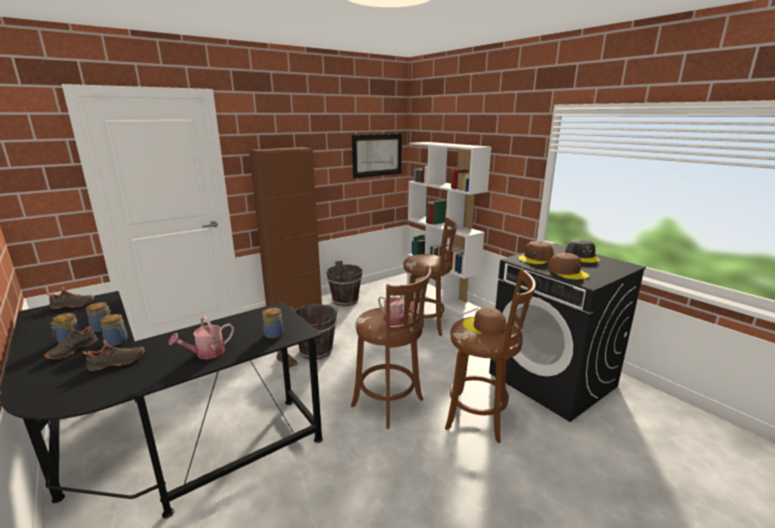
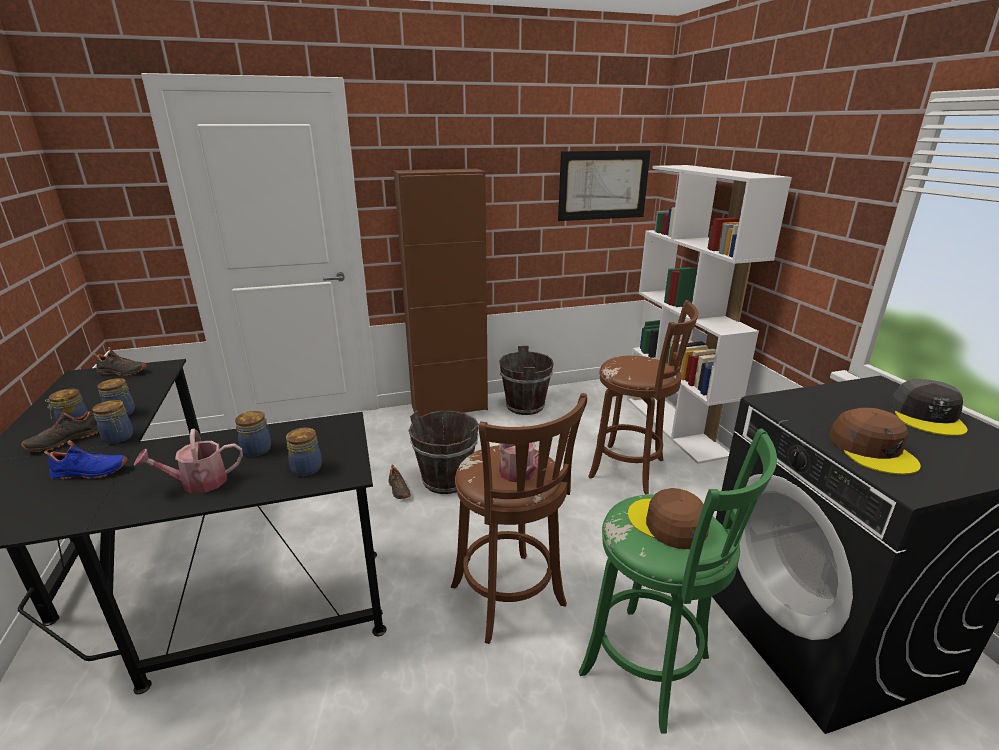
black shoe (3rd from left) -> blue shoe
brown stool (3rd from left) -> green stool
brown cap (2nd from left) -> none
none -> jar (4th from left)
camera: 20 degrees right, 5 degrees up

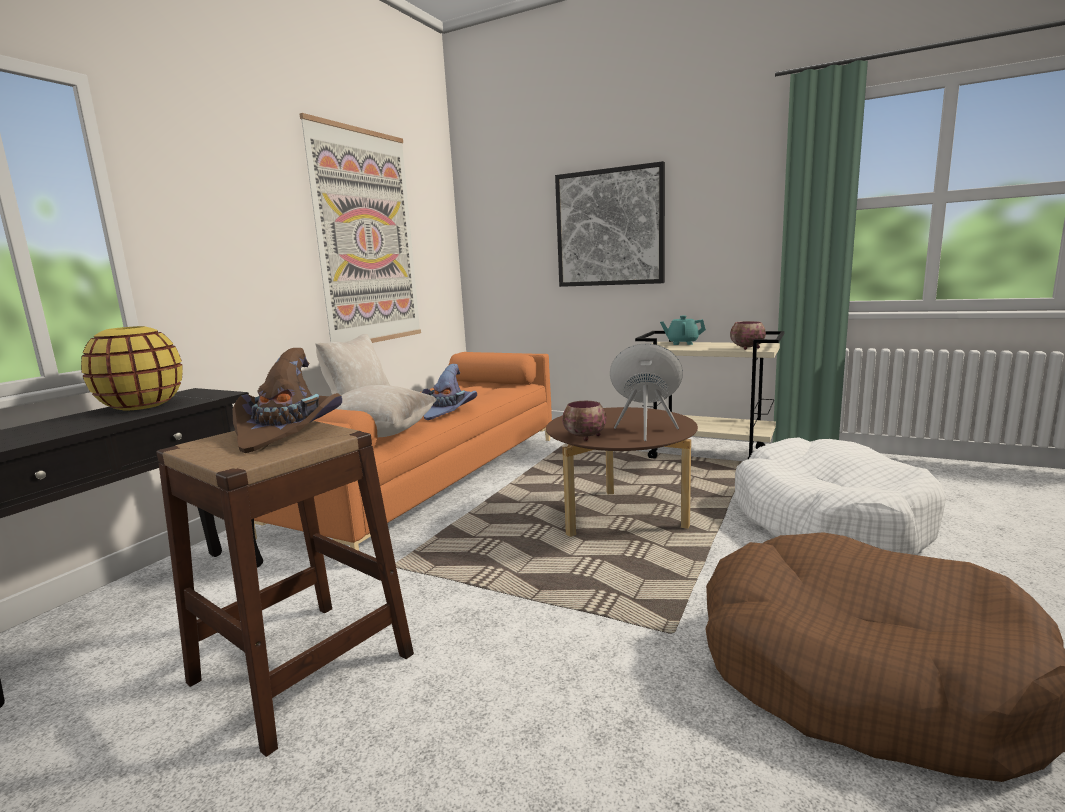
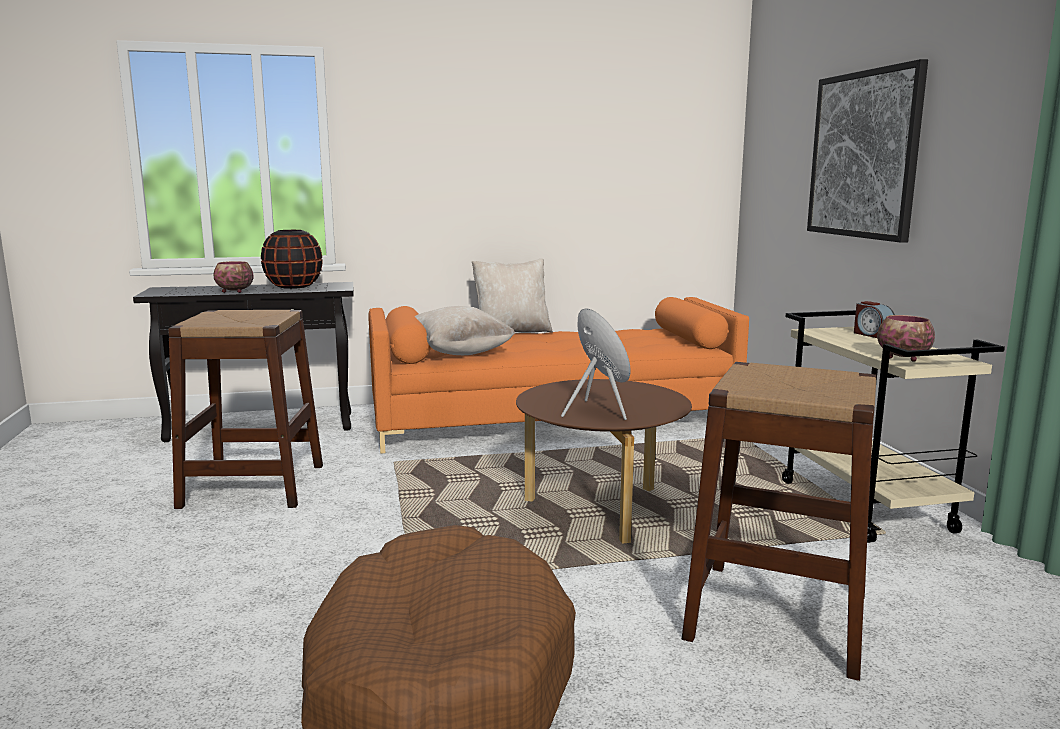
yellow vase -> black vase
brown hat -> none
picture (1st from left) -> none
purple hat -> none
bowl (1st from left), move
turquoise teapot -> alarm clock
white dog bed -> brown stool (2nd from left)
camera: 50 degrees right, 0 degrees up

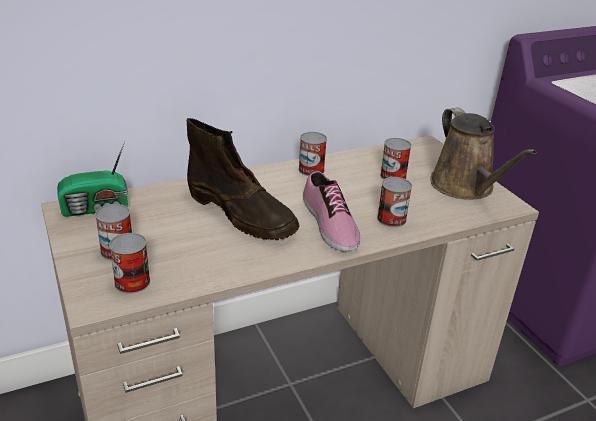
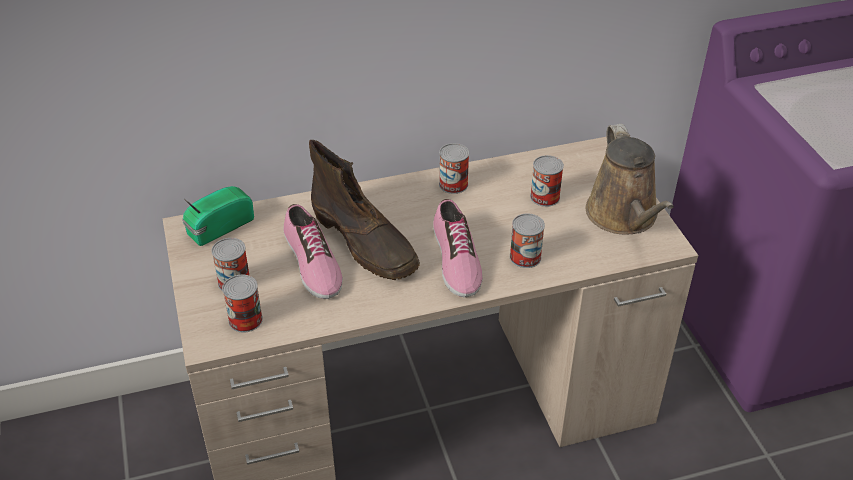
radio, 150 degrees clockwise
none -> shoe (1st from left)
camera: 10 degrees right, 10 degrees up

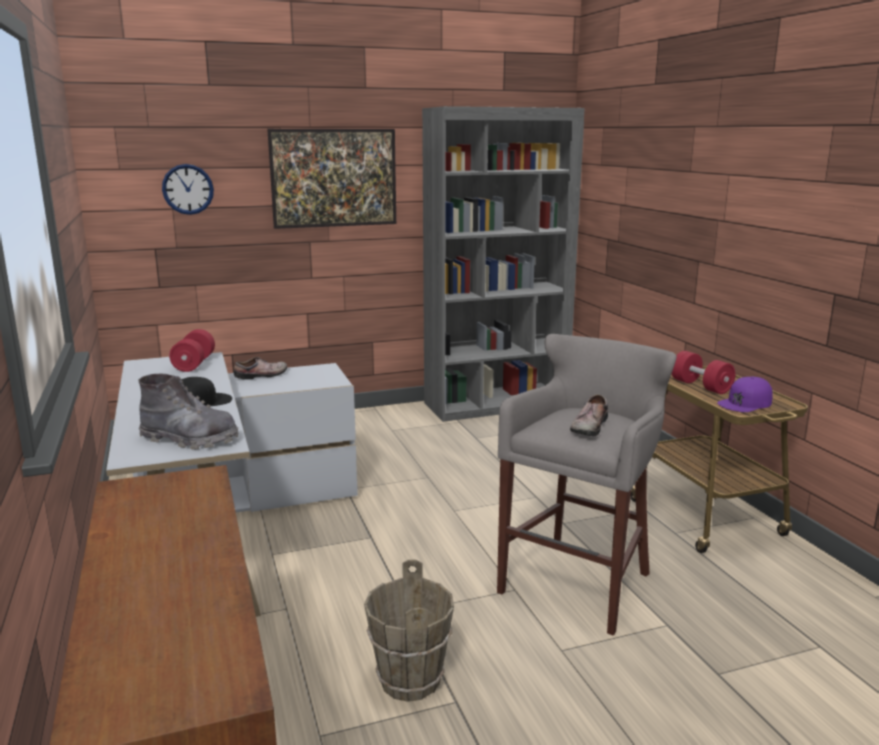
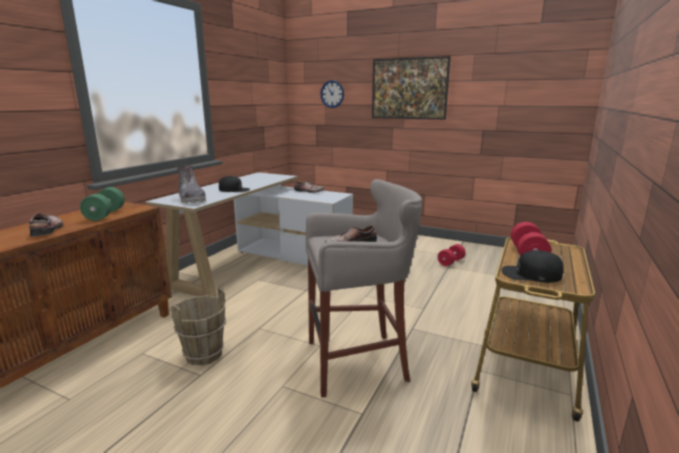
red dumbbell (1st from left), move
grey bookcase -> none
purple cap -> black cap (2nd from left)
none -> shoe (1st from left)
none -> green dumbbell
camera: 45 degrees right, 0 degrees up

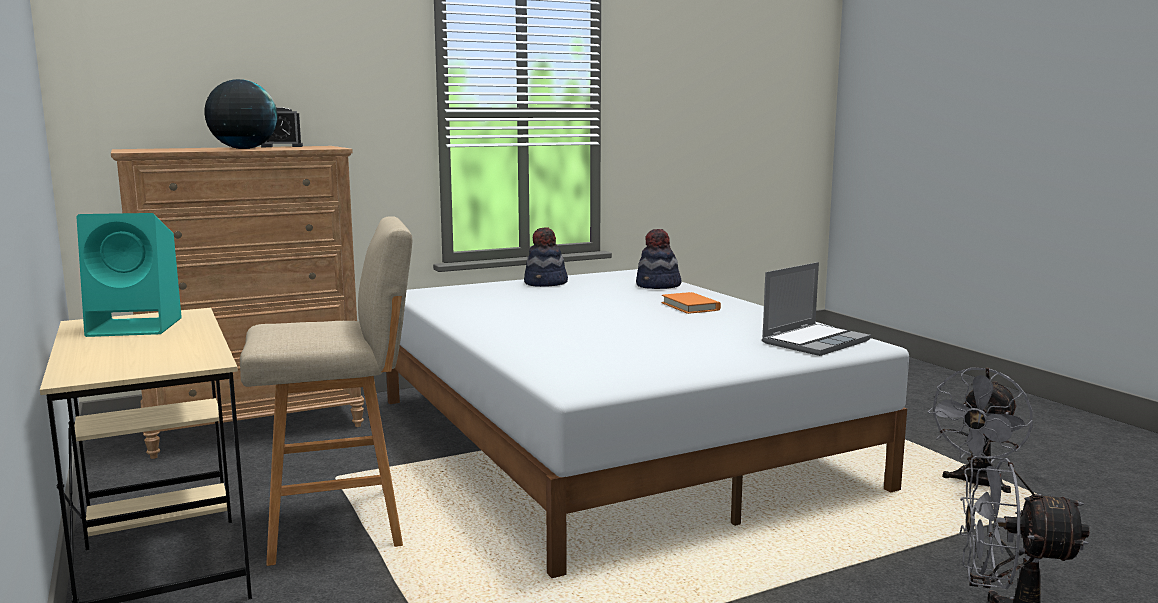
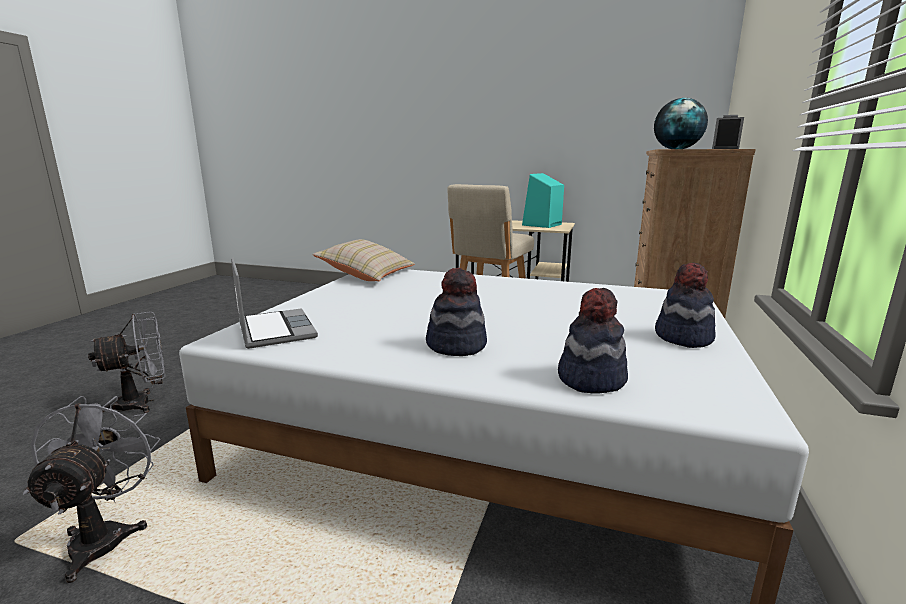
orange book -> hat (1st from left)
laptop, 150 degrees clockwise
none -> beige pillow
camera: 135 degrees right, 5 degrees up

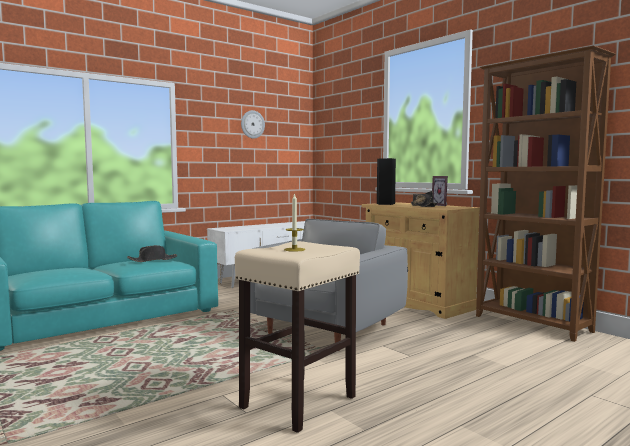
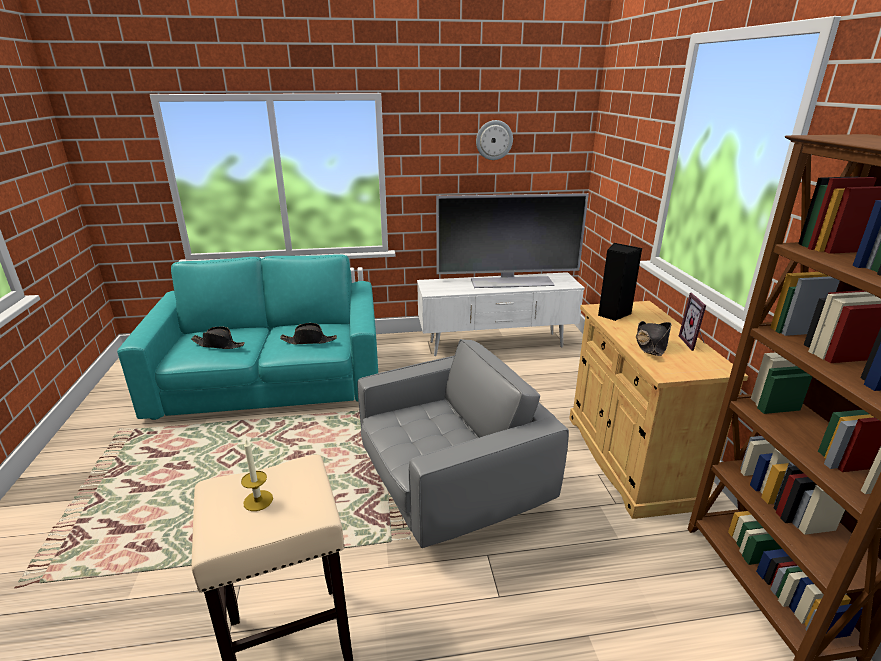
none -> black hat (1st from left)
none -> television
camera: 30 degrees right, 20 degrees up

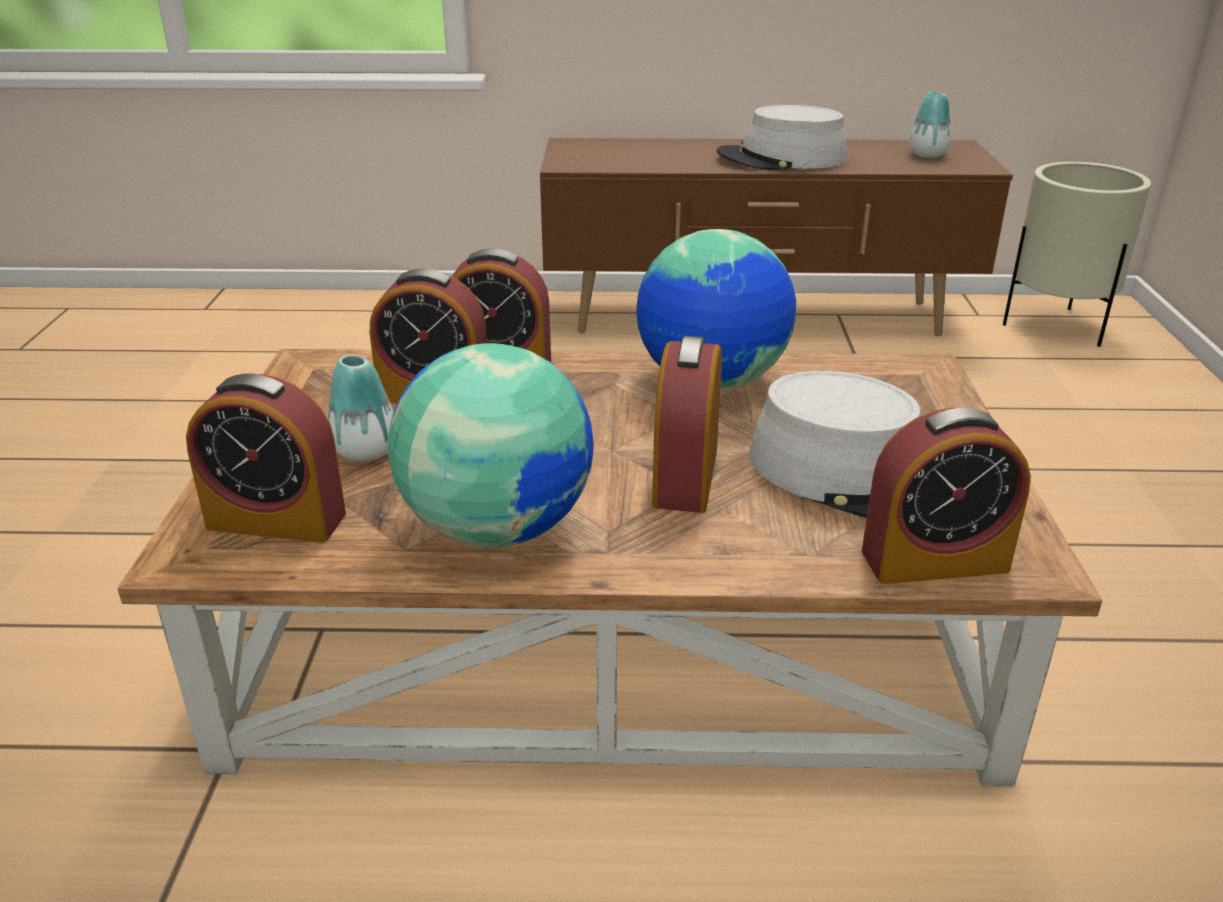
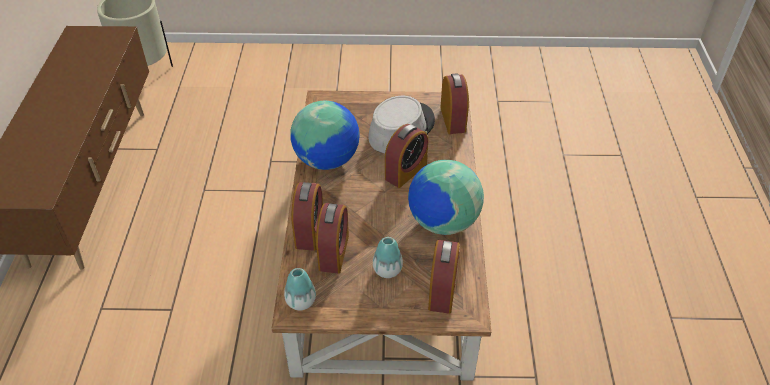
alarm clock (4th from left in the first image) -> alarm clock (3rd from left), 60 degrees counterclockwise
grey hat (1st from left) -> none
vase (2nd from left in the first image) -> vase (1st from left), move
camera: 90 degrees left, 15 degrees up

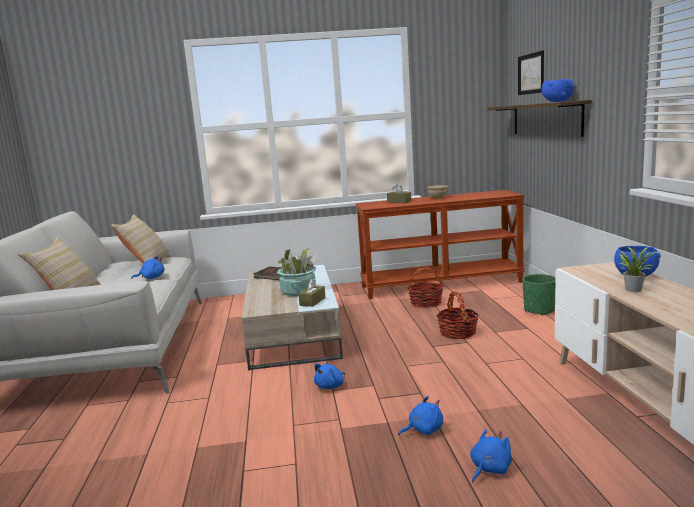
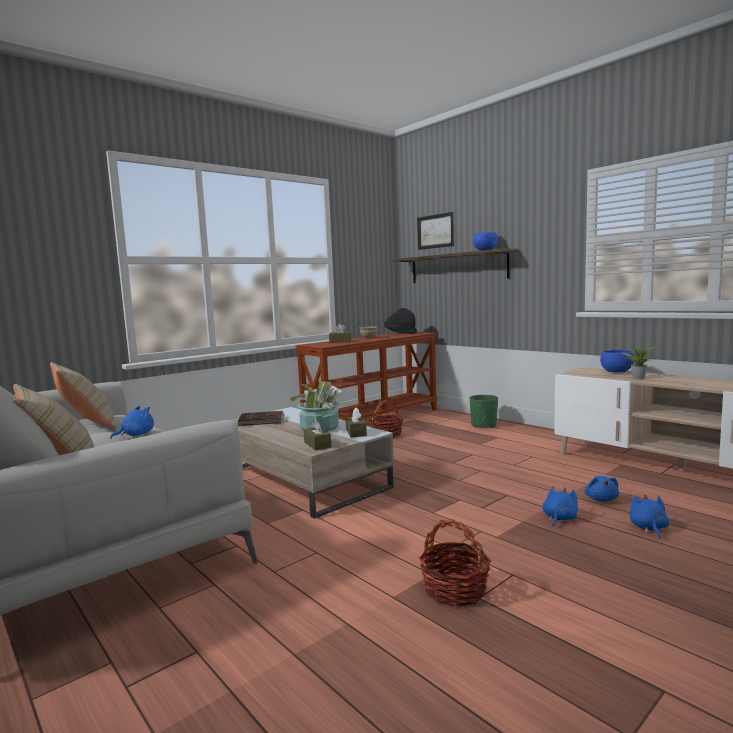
blue plush toy (2nd from left in the first image) -> blue plush toy (3rd from left), move
basket (2nd from left), move
none -> brown tissue box (1st from left)
none -> black hat
camera: 35 degrees left, 5 degrees down

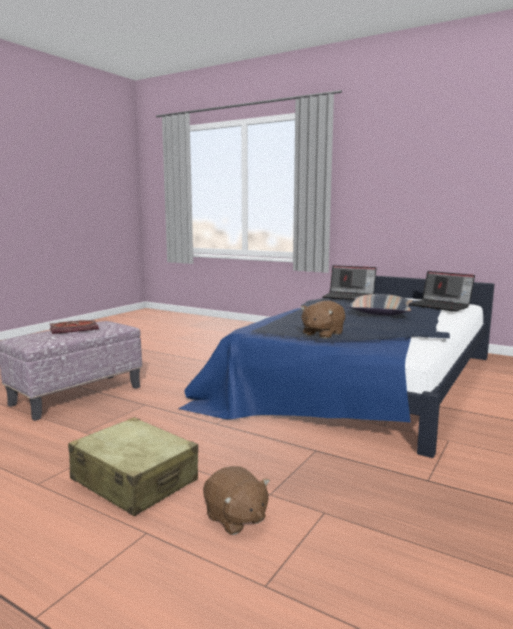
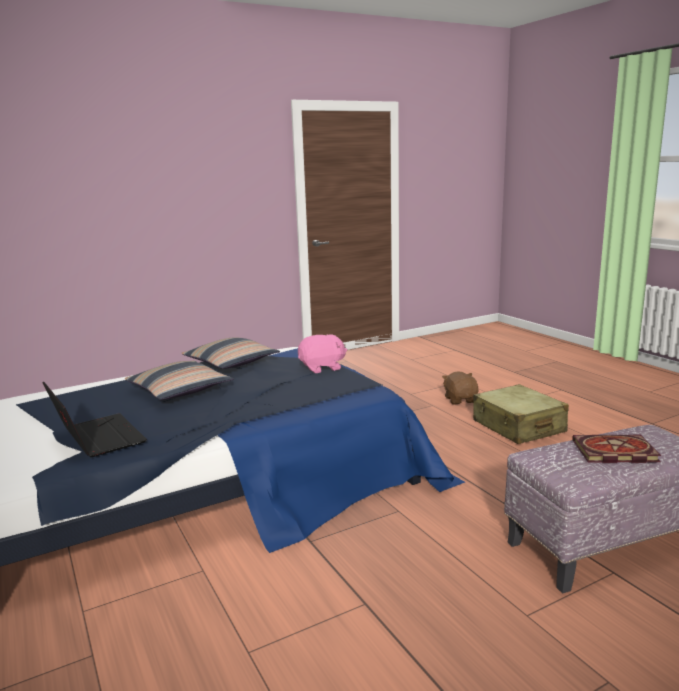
brown plush toy (2nd from left) -> pink plush toy
laptop (2nd from left) -> none
none -> pillow (2nd from left)
camera: 150 degrees left, 5 degrees up

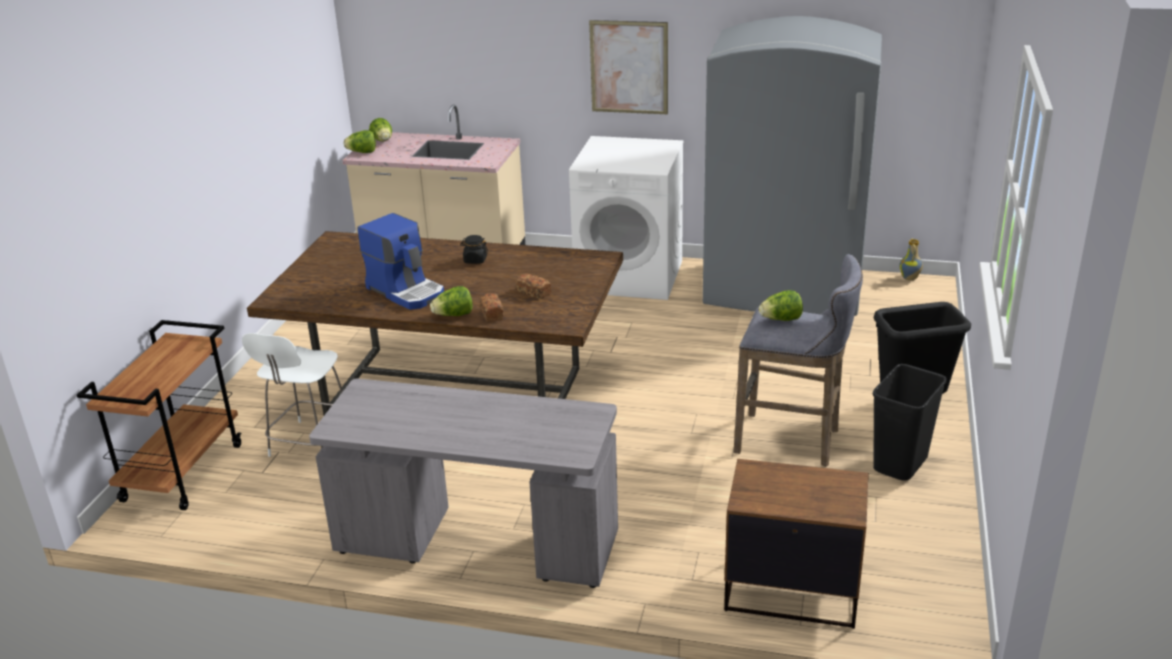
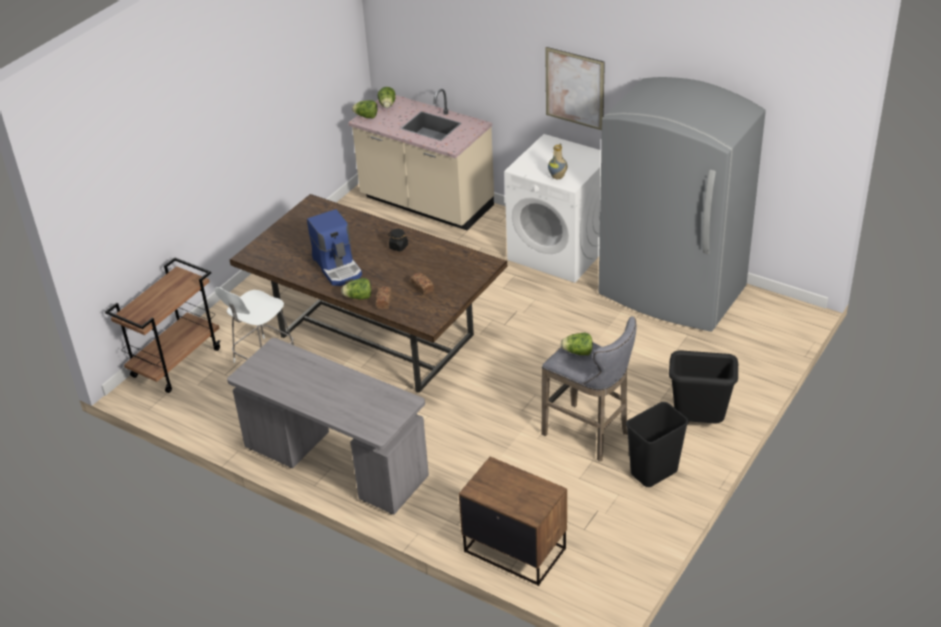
vase, move
camera: 20 degrees right, 10 degrees up

